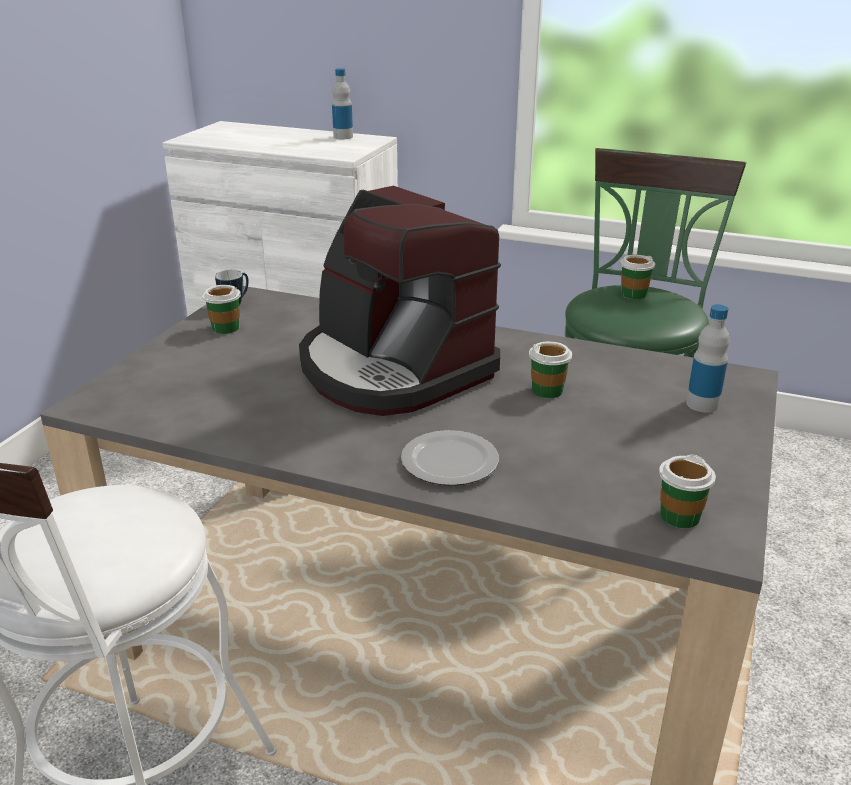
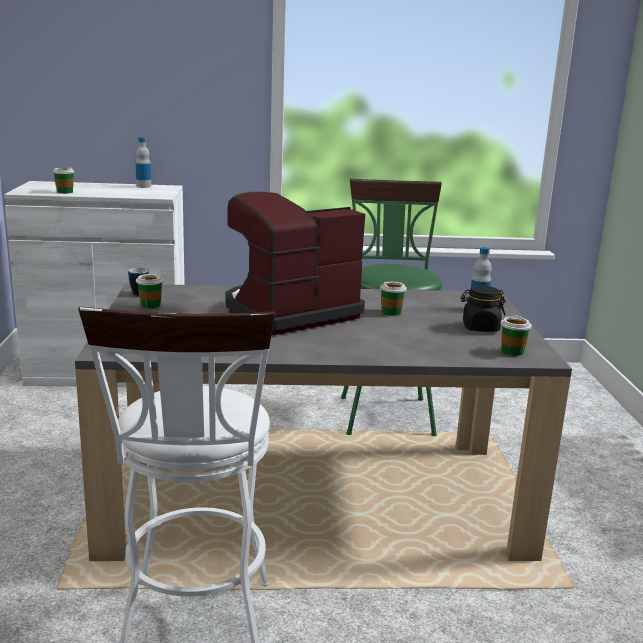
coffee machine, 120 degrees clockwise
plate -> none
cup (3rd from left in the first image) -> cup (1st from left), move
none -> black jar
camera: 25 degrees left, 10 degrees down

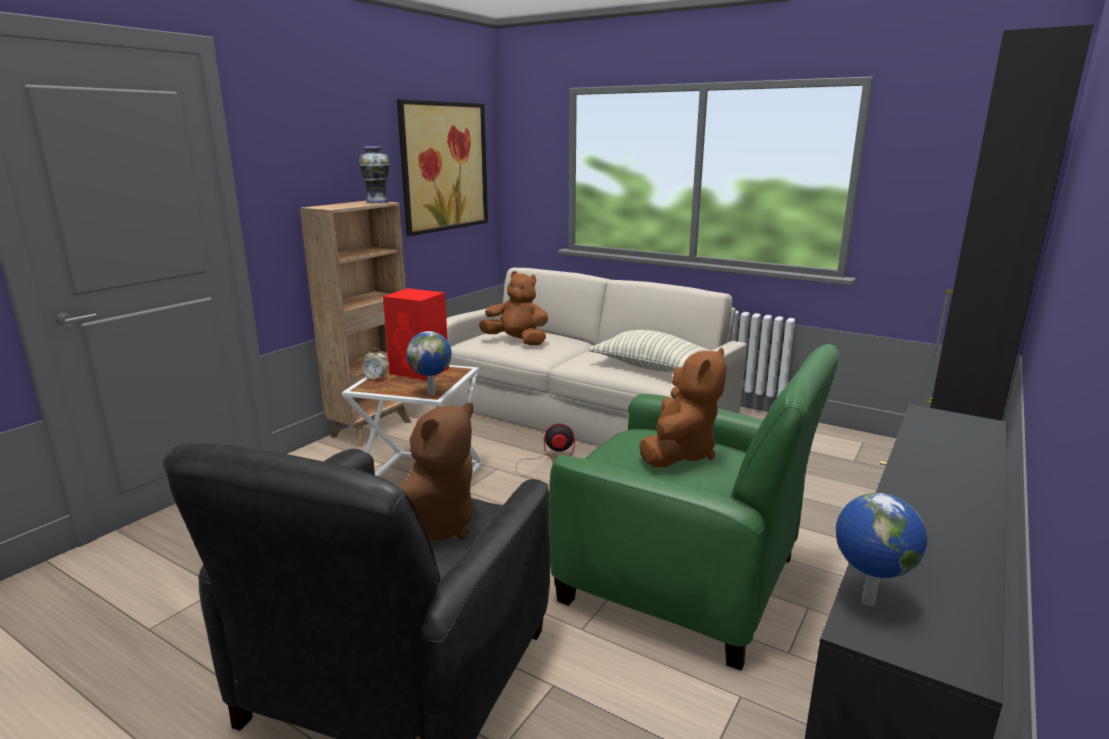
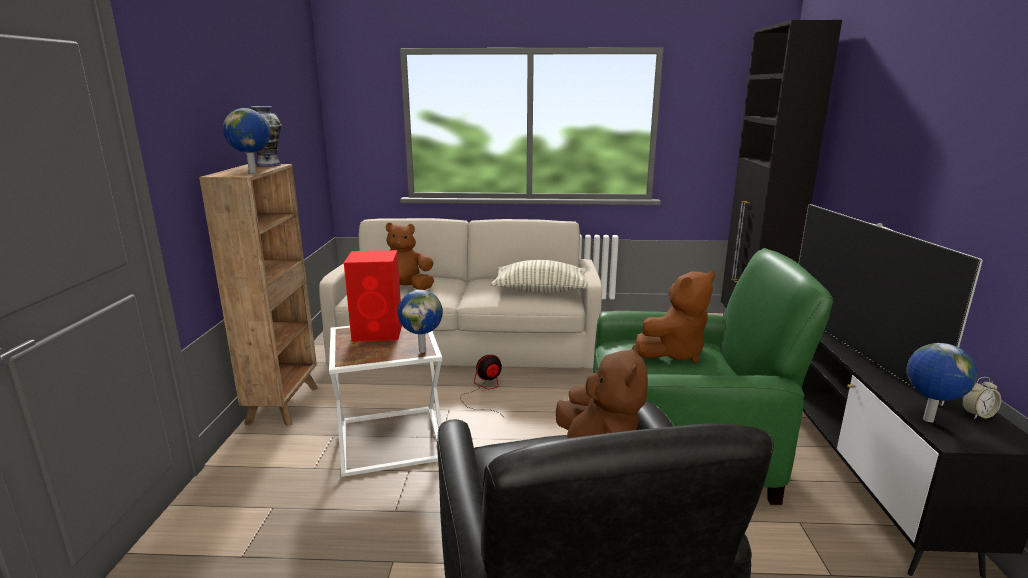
alarm clock, move
picture -> none
brown plush toy (3rd from left), 60 degrees clockwise
none -> globe (1st from left)
none -> television
camera: 30 degrees left, 0 degrees up

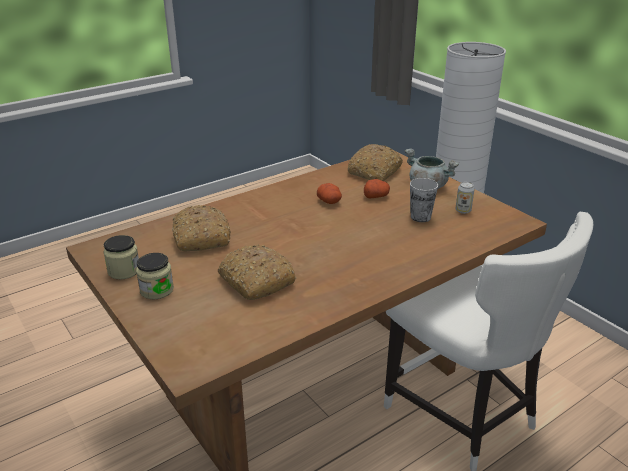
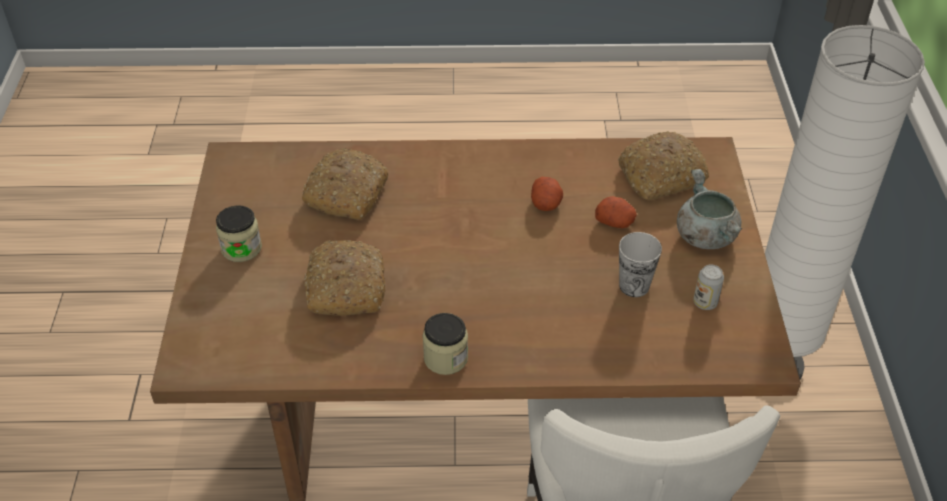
jar (1st from left in the first image) -> jar (2nd from left), move
camera: 35 degrees right, 15 degrees up

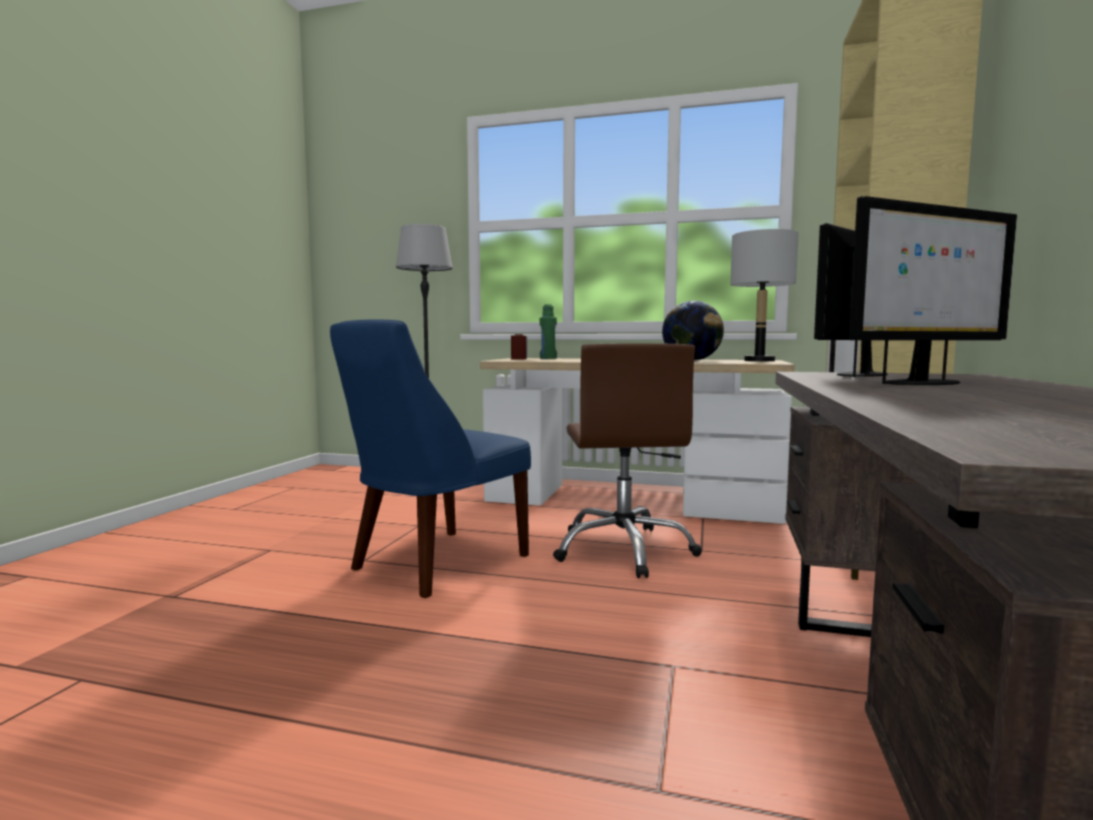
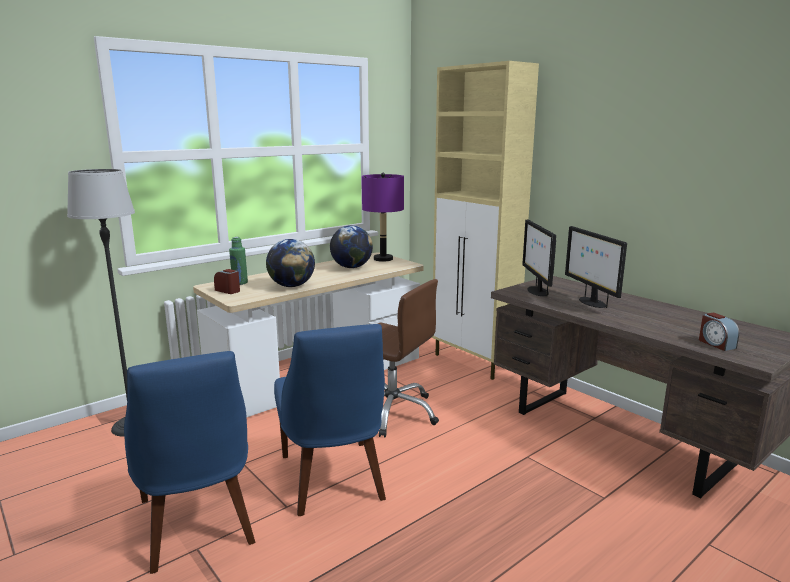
grey table lamp -> purple table lamp
monitor (2nd from left), 150 degrees clockwise
none -> blue chair (1st from left)
none -> globe (1st from left)
none -> alarm clock (2nd from left)
camera: 55 degrees left, 10 degrees up

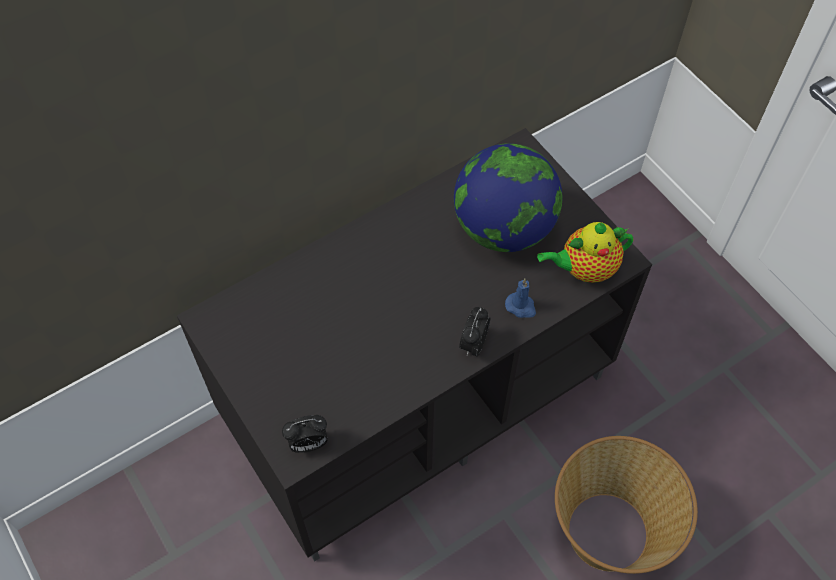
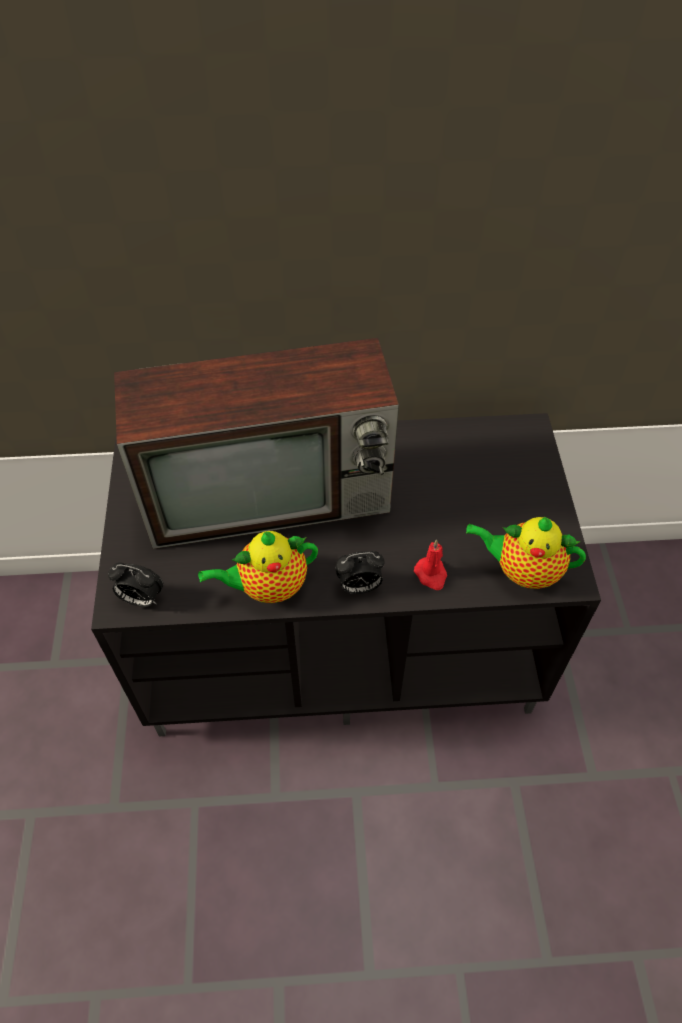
globe -> none
alarm clock (2nd from left), 150 degrees counterclockwise
blue candle -> red candle
basket -> none
none -> television
none -> teapot (1st from left)
camera: 30 degrees right, 5 degrees down

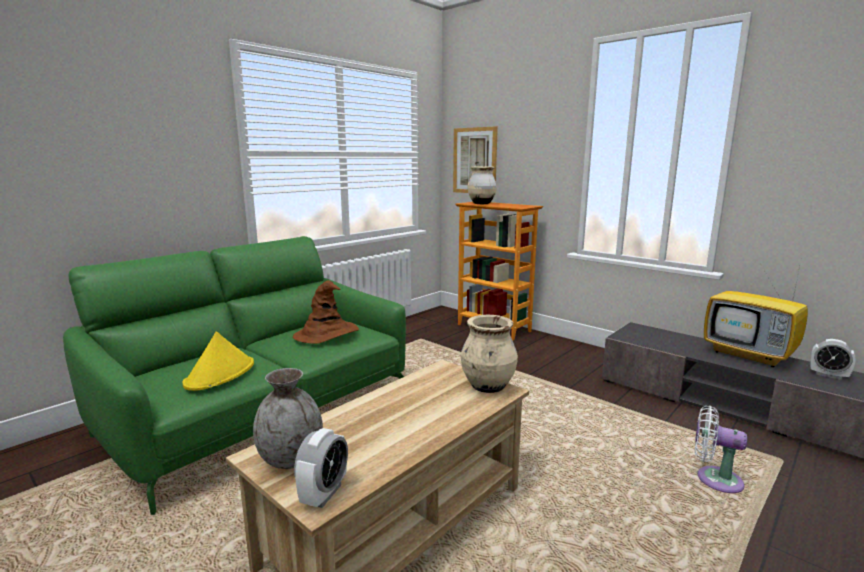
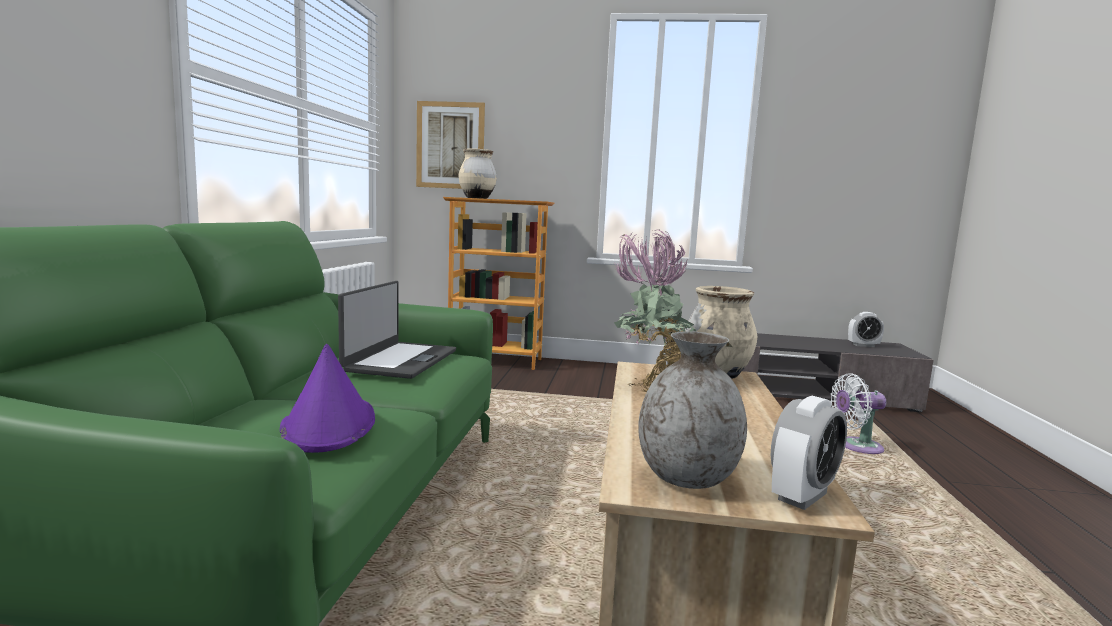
yellow hat -> purple hat
brown hat -> laptop
alarm clock (1st from left), 60 degrees clockwise
television -> none
none -> potted plant
camera: 35 degrees left, 5 degrees down

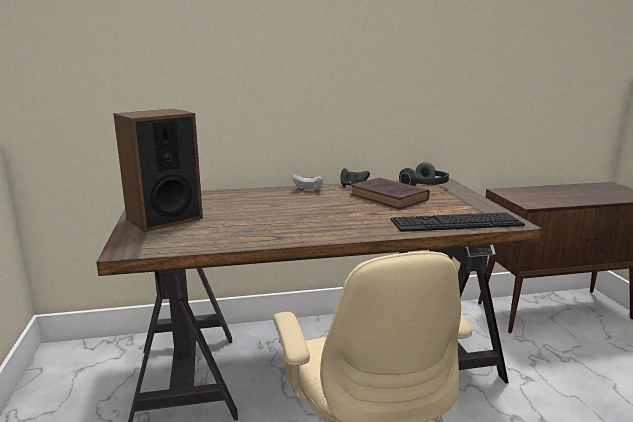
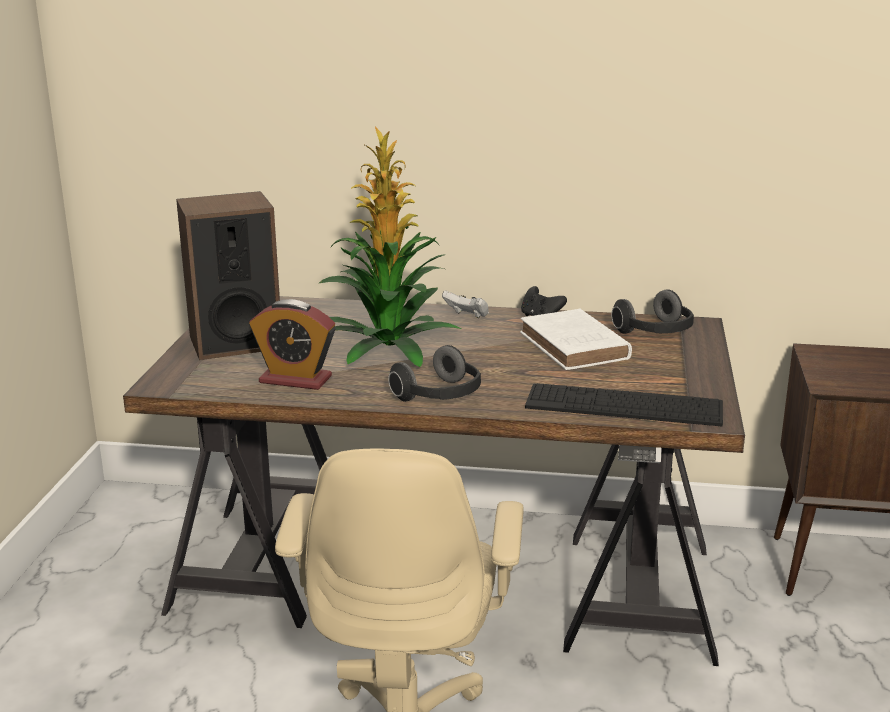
brown book -> white book
none -> alarm clock
none -> potted plant
none -> headphones (1st from left)
camera: 20 degrees right, 5 degrees up

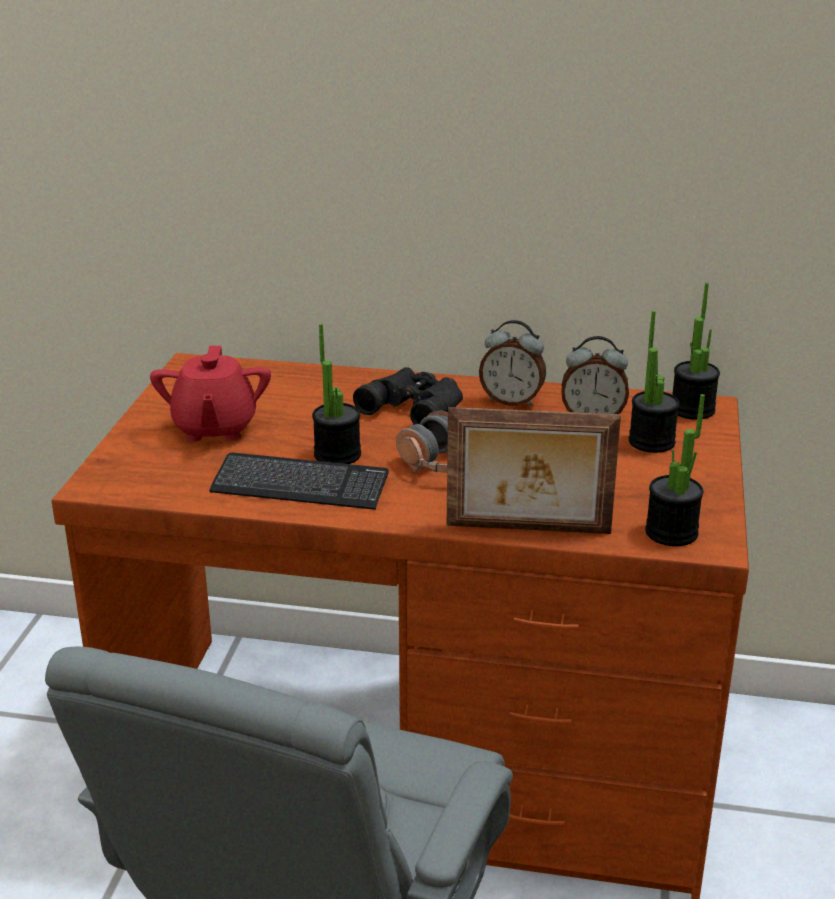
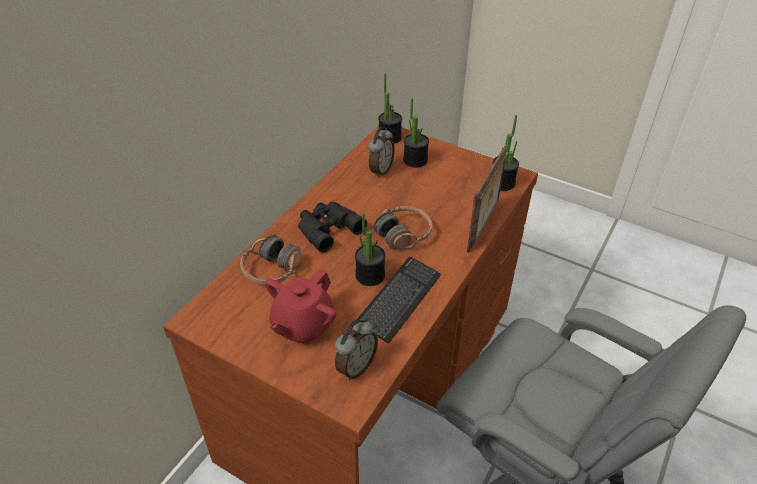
red teapot, 105 degrees clockwise
alarm clock (1st from left), move
none -> headphones (1st from left)
camera: 70 degrees left, 15 degrees up

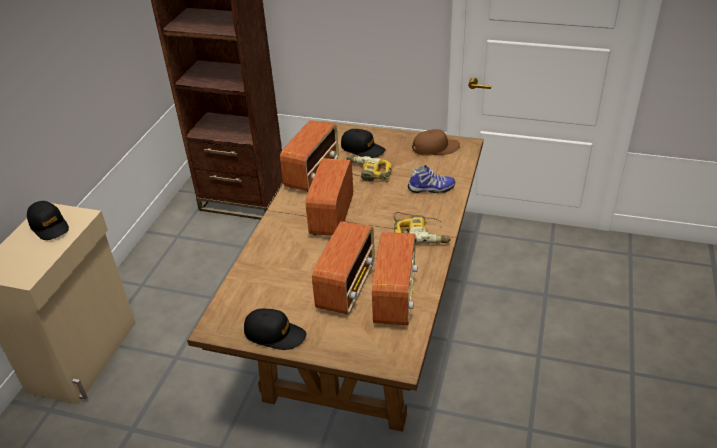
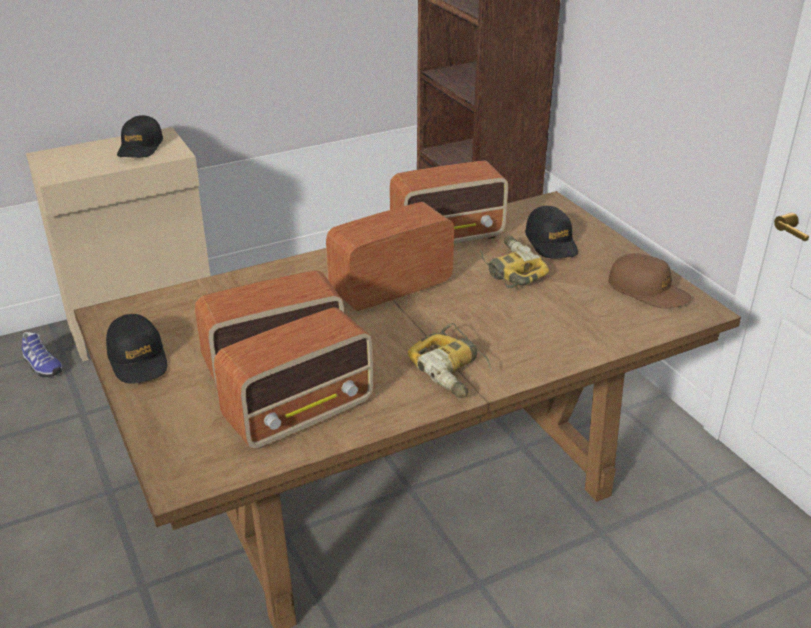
shoe, move
camera: 45 degrees right, 5 degrees down

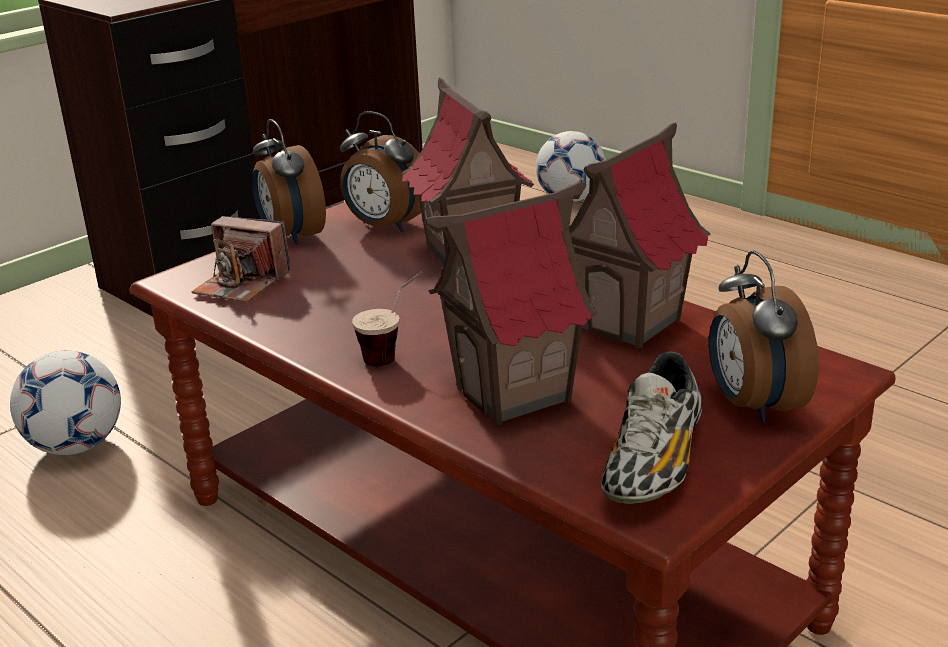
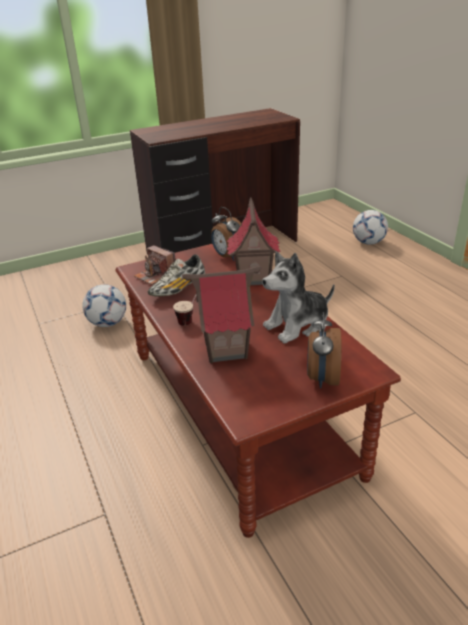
alarm clock (1st from left) -> none
toy house (3rd from left) -> plush toy
shoe, move
camera: 20 degrees right, 5 degrees up

